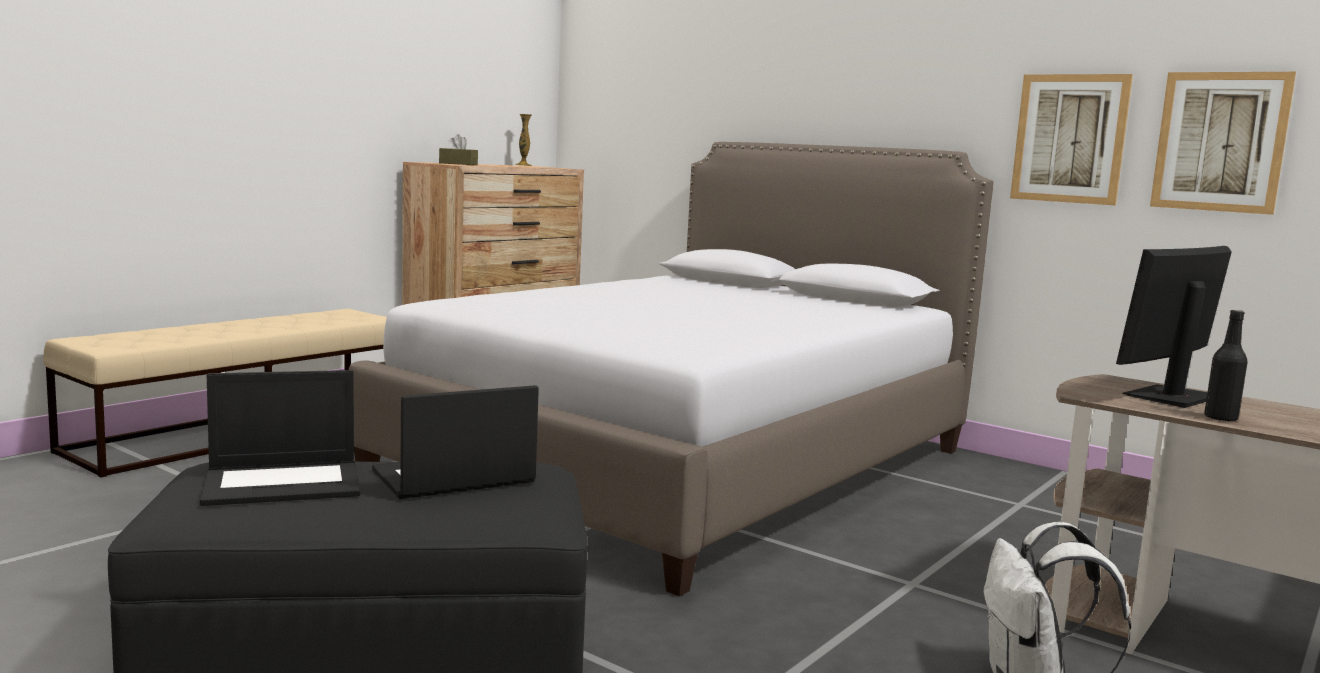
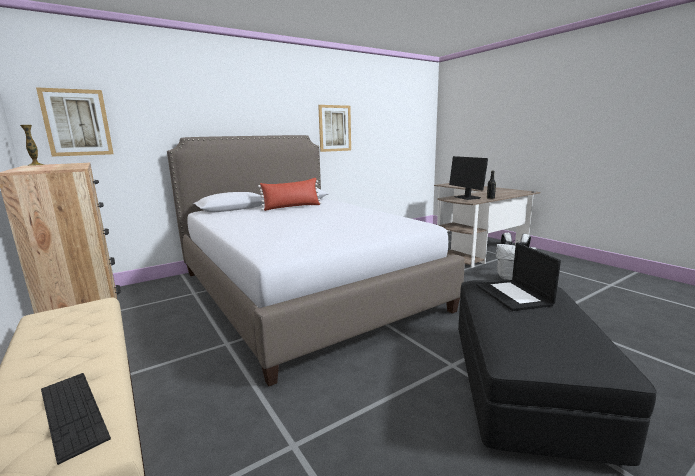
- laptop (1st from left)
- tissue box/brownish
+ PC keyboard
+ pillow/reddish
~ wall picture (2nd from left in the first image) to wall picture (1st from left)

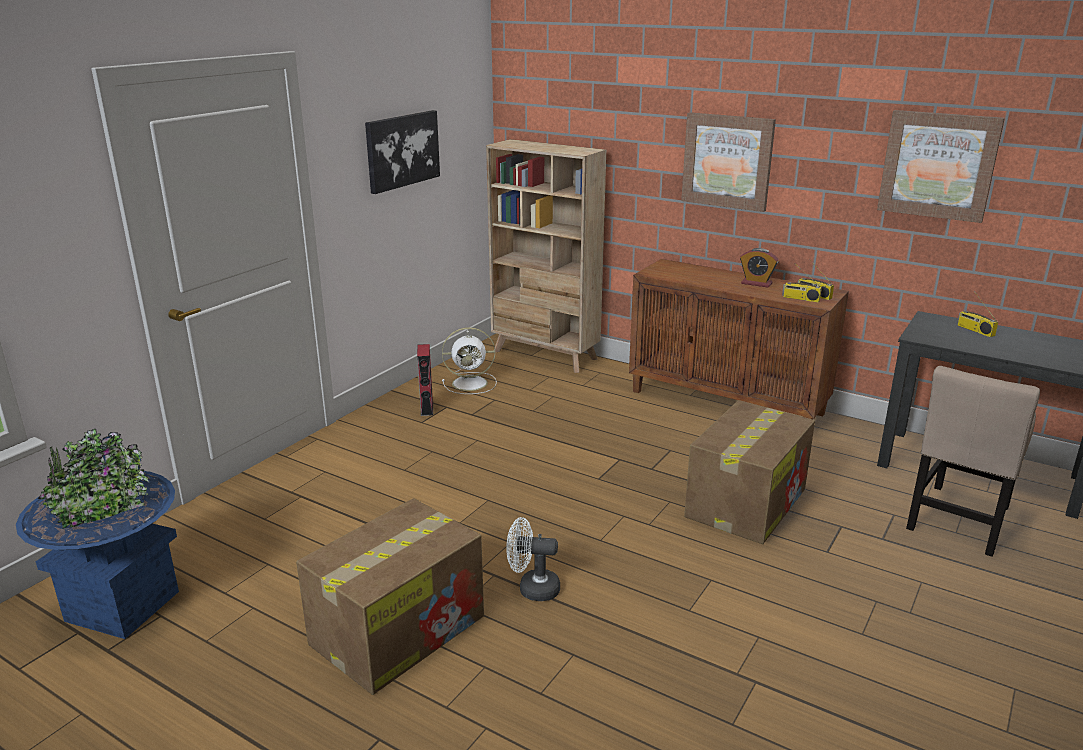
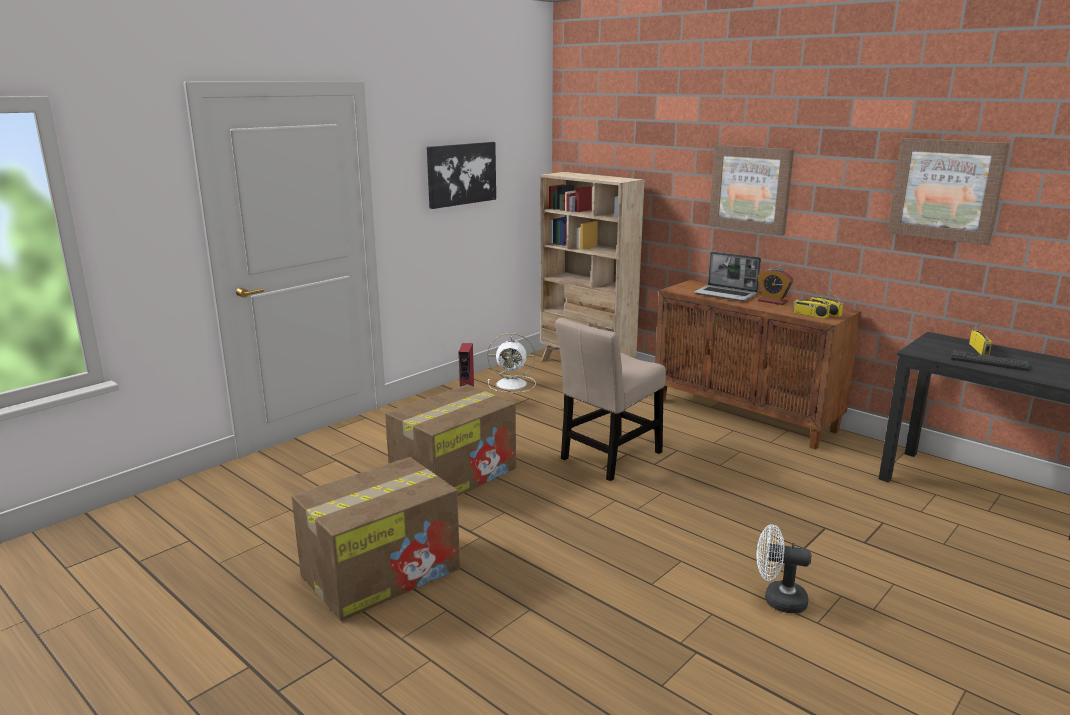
- plant pot/blue-coloured
+ laptop
+ PC keyboard
~ fan/whitish (2nd from left)
~ cardboard box (2nd from left)
~ upright chair/beige-coloured
~ radio set (3rd from left) 150 degrees counterclockwise

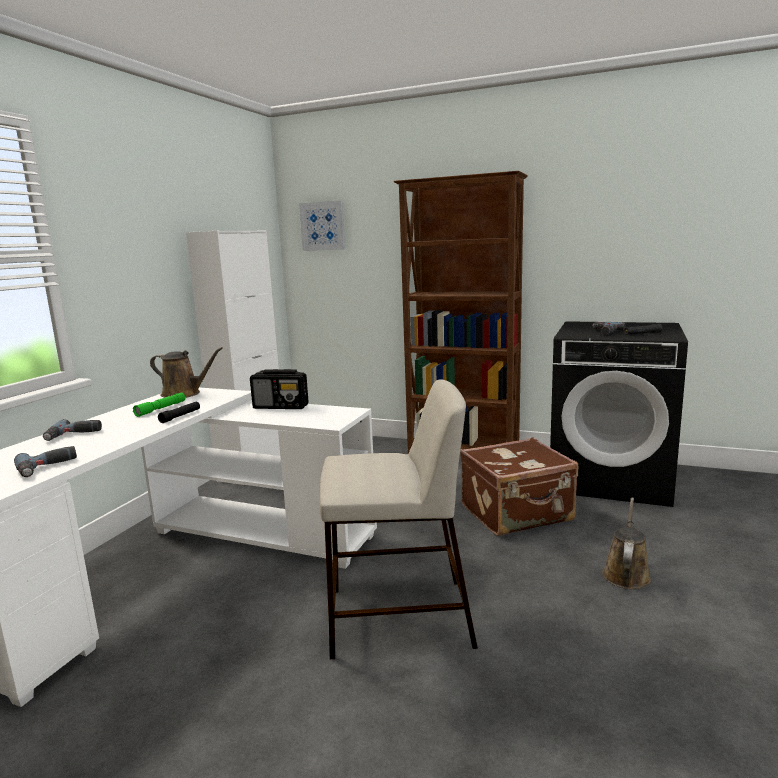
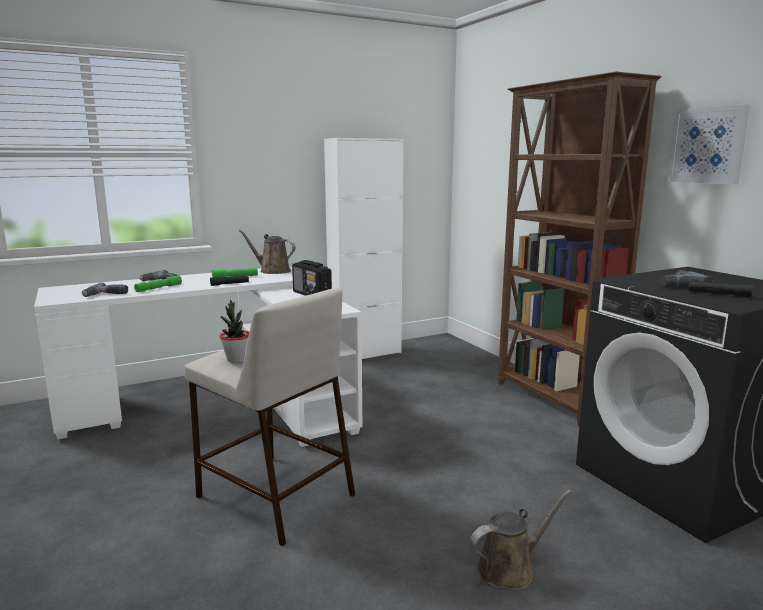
- piece of luggage/brownish
+ torch/green-coloured (1st from left)
+ plant in a pot
~ wall picture
~ sprinkling can/brownish (1st from left) 150 degrees clockwise

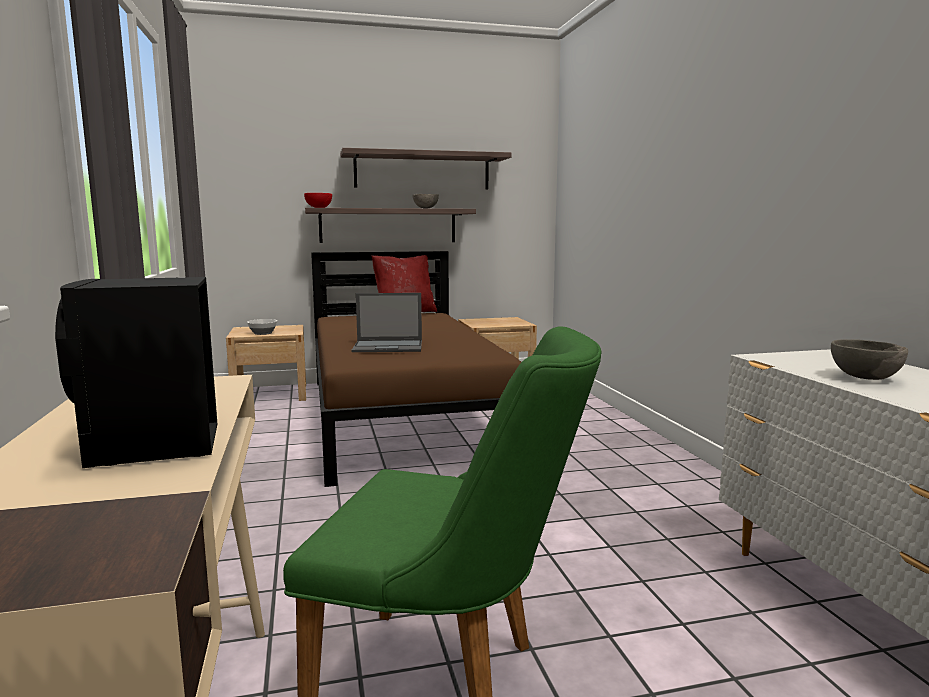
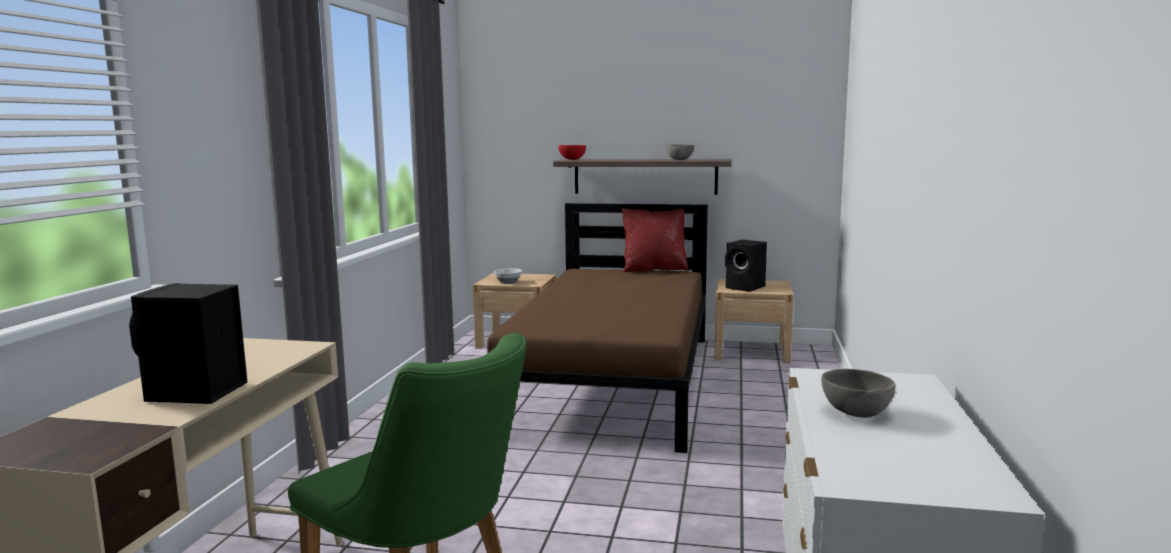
- bracket shelf (2nd from left)
- laptop
+ speaker/blackish (2nd from left)

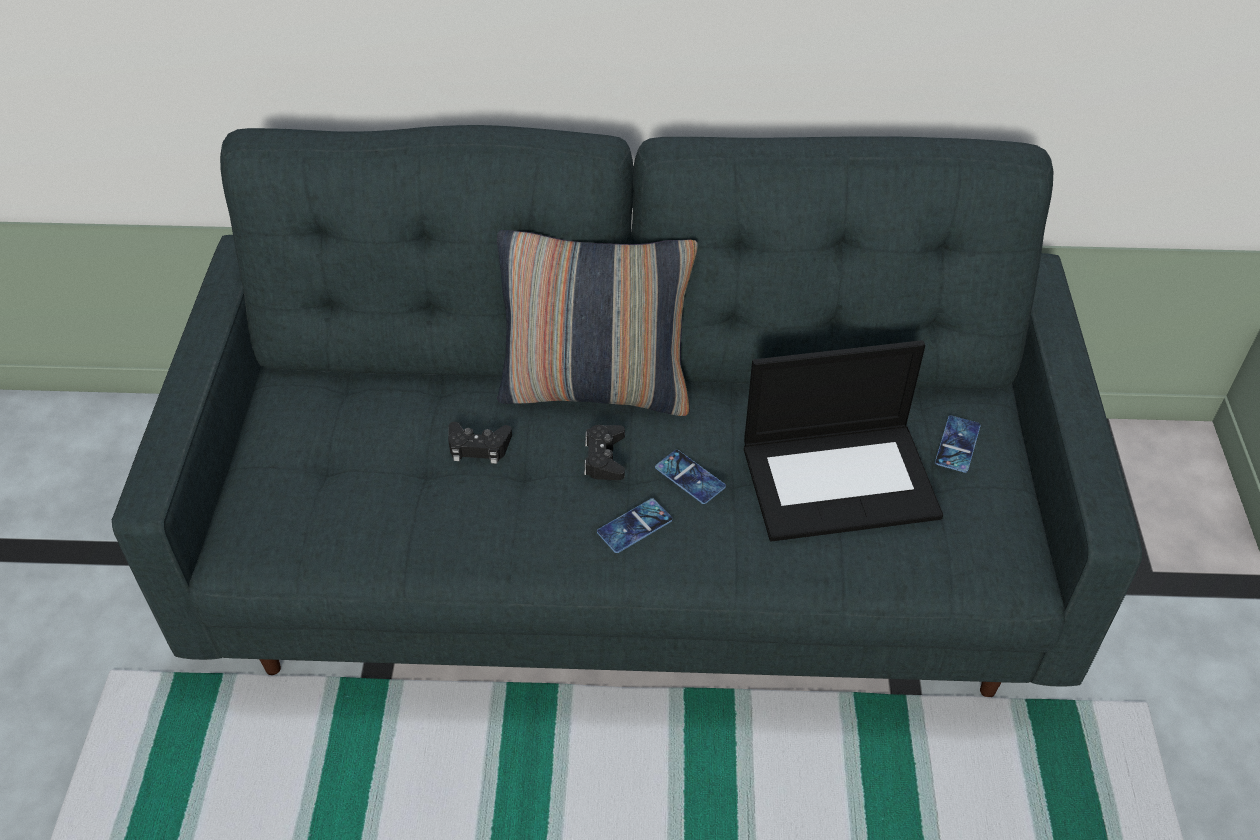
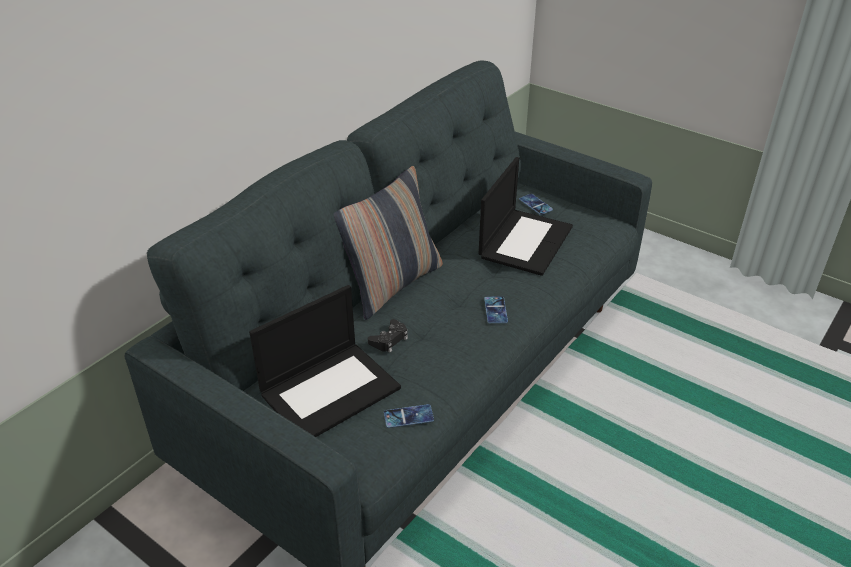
- joypad/blackish (2nd from left)
+ laptop (1st from left)
~ phone (2nd from left in the first image) to phone (1st from left)

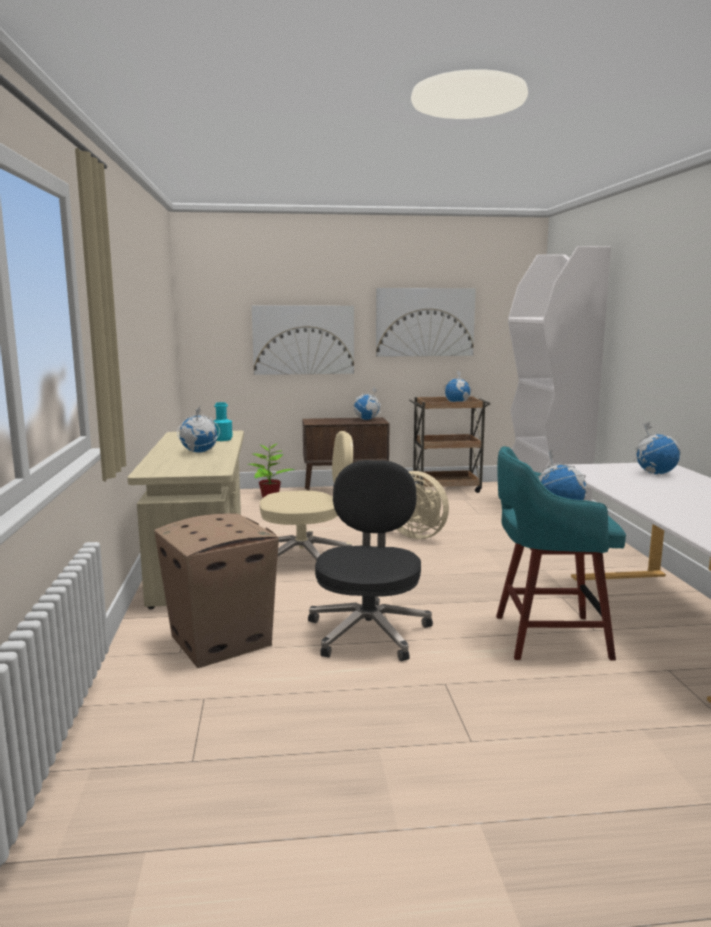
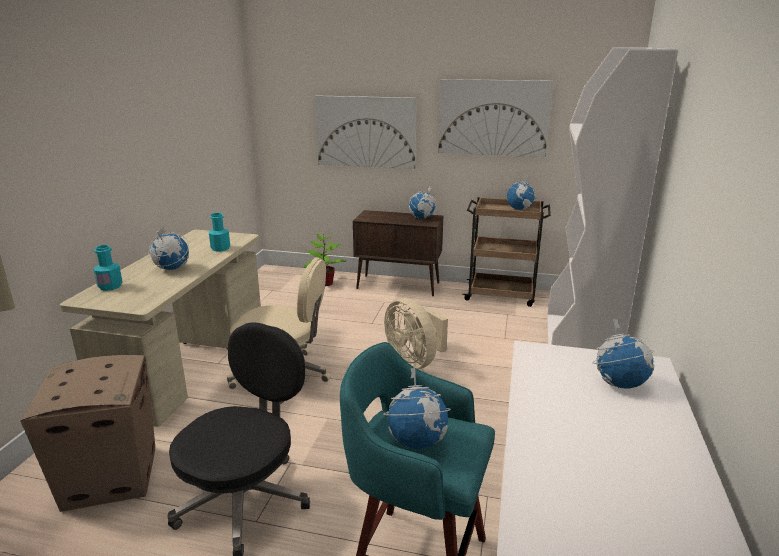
+ beverage bottle/turquoise-coloured (1st from left)

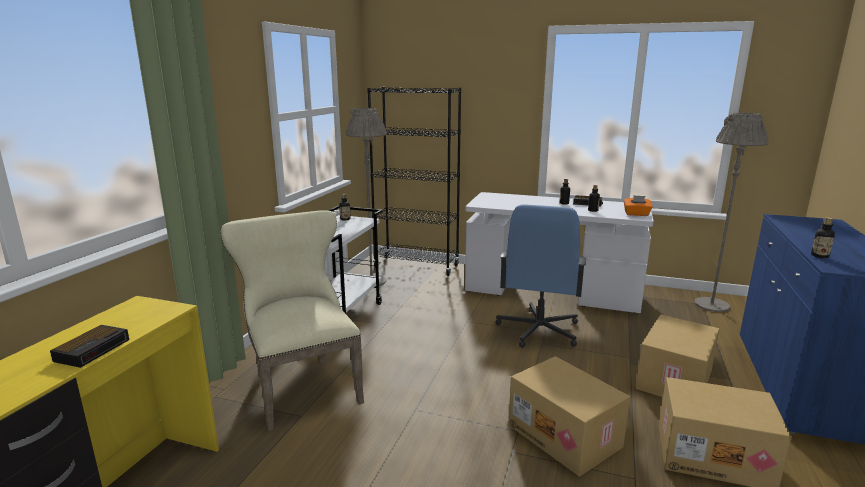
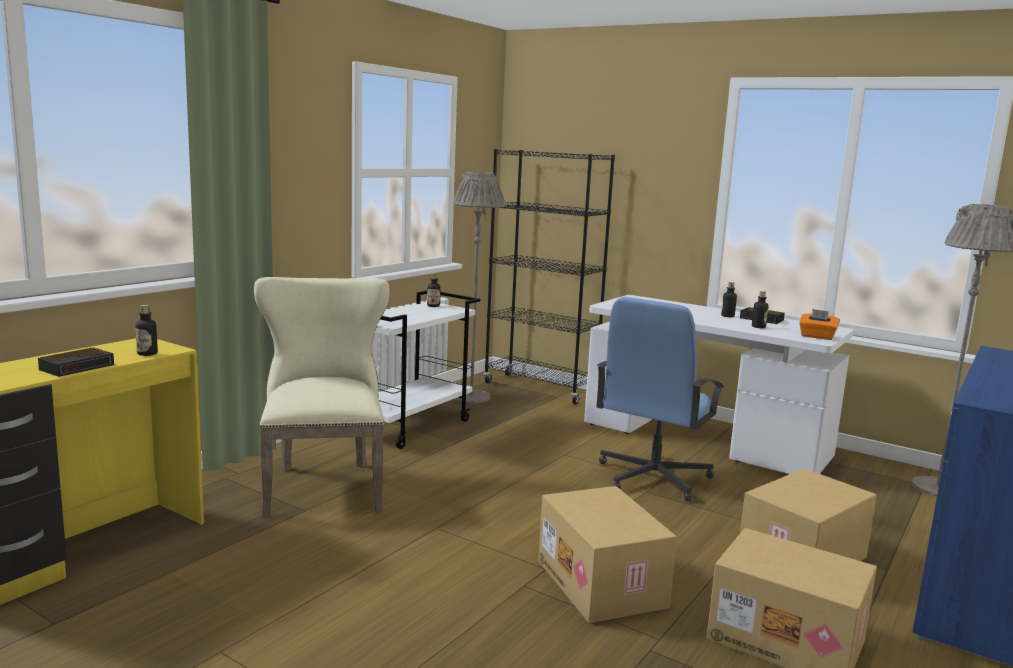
~ beverage bottle (4th from left in the first image) to beverage bottle (1st from left)

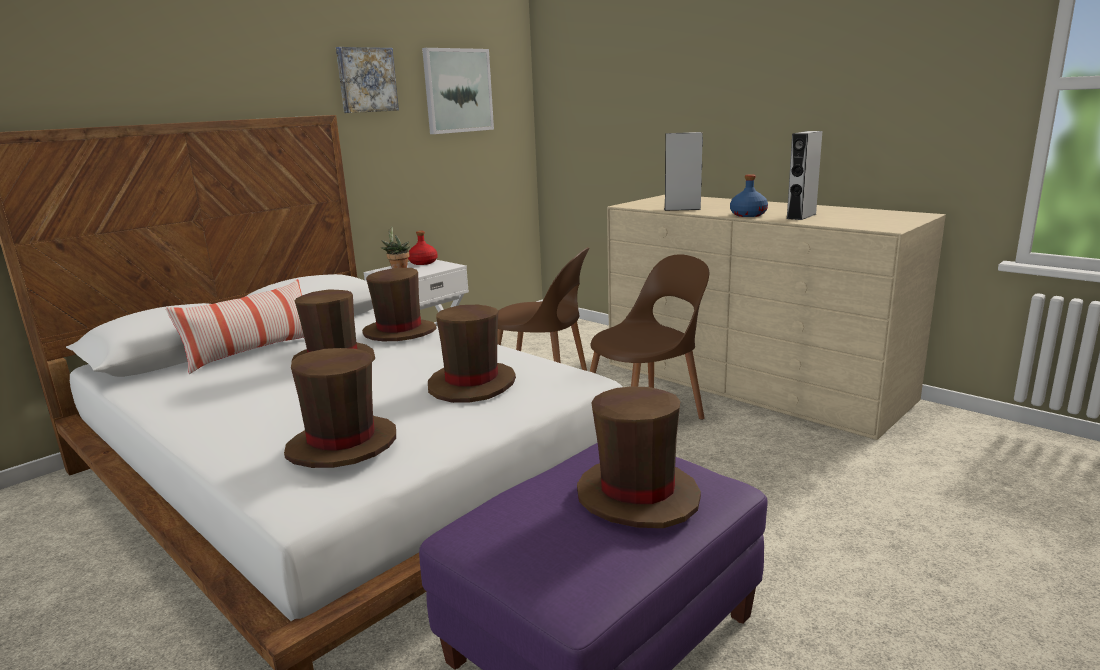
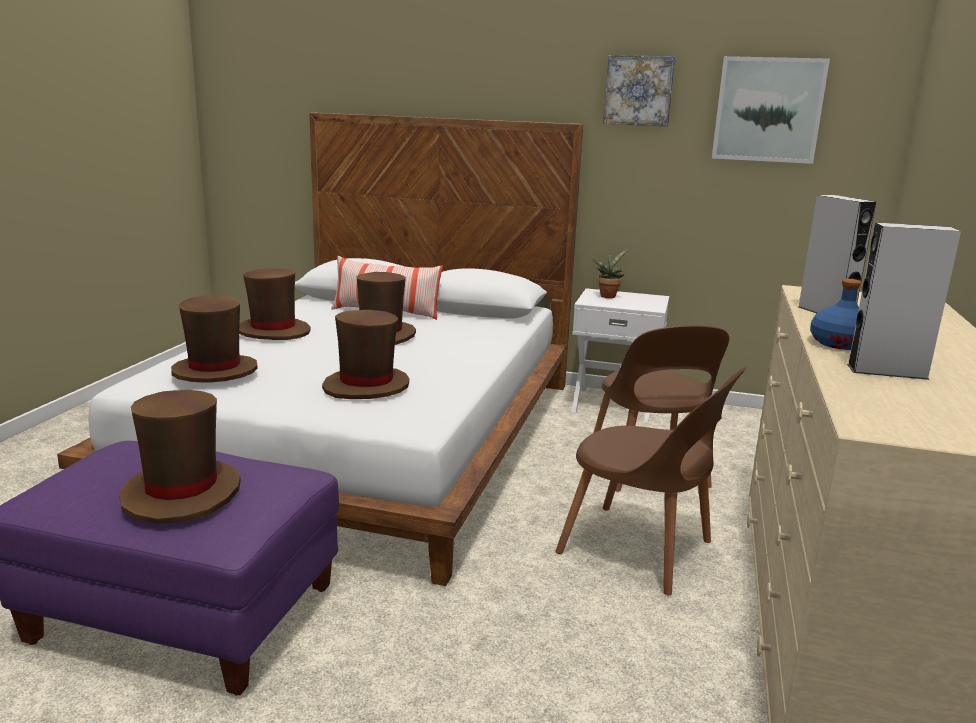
- beverage bottle/reddish
~ clothing hat/brownish (3rd from left)

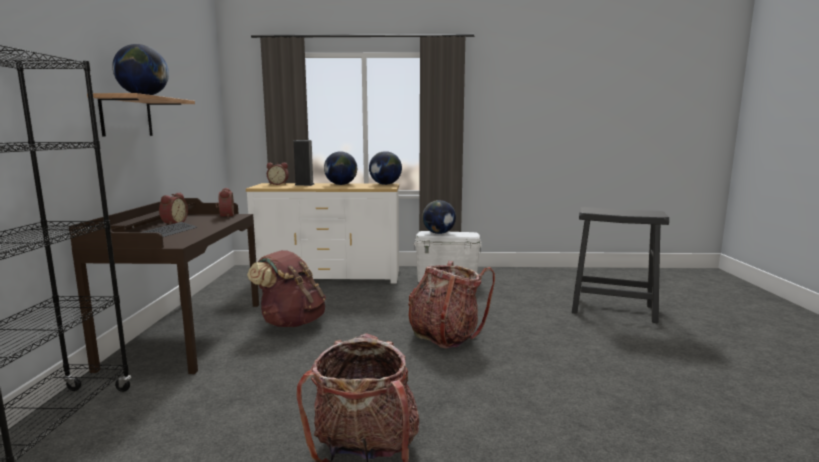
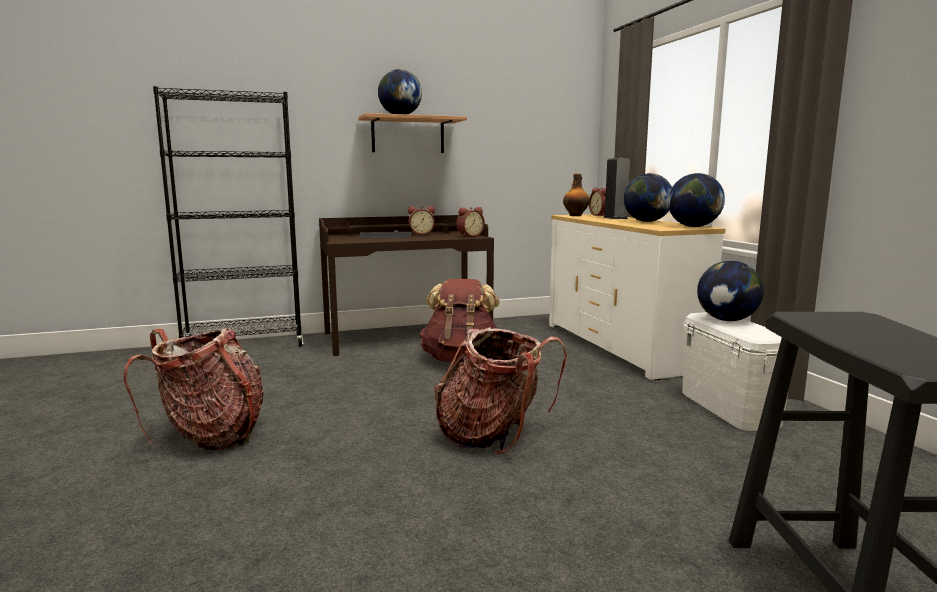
+ beverage bottle

